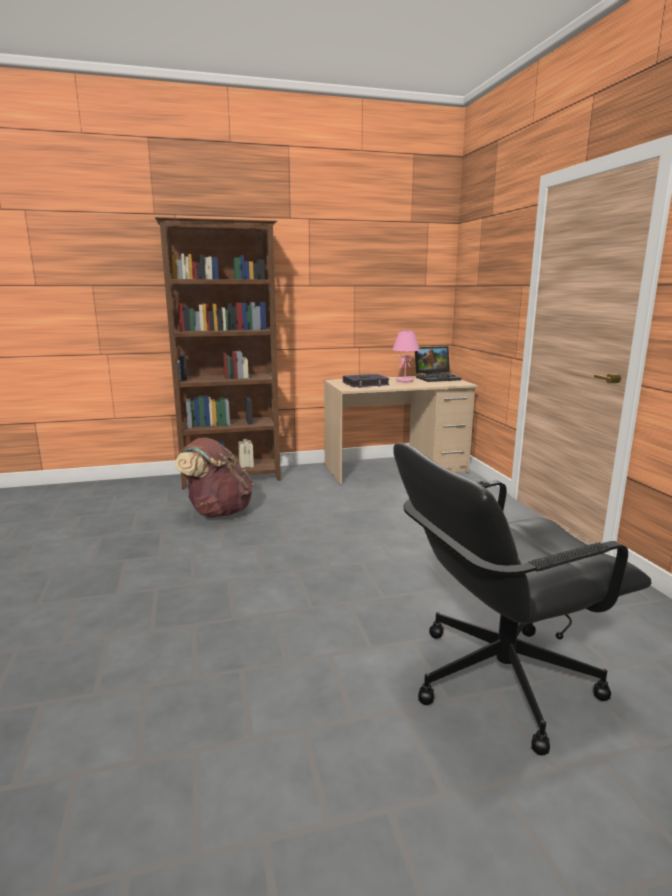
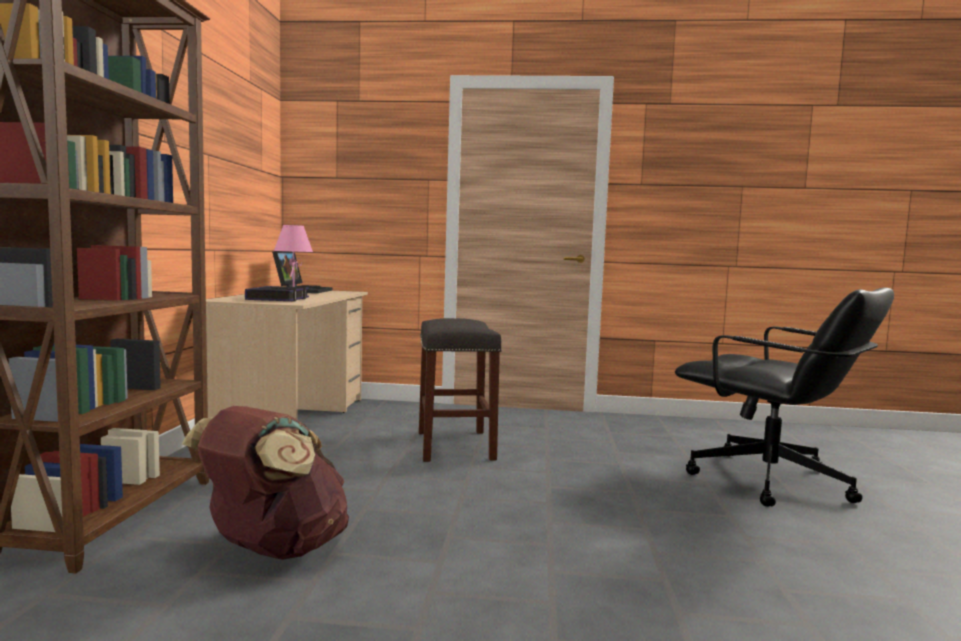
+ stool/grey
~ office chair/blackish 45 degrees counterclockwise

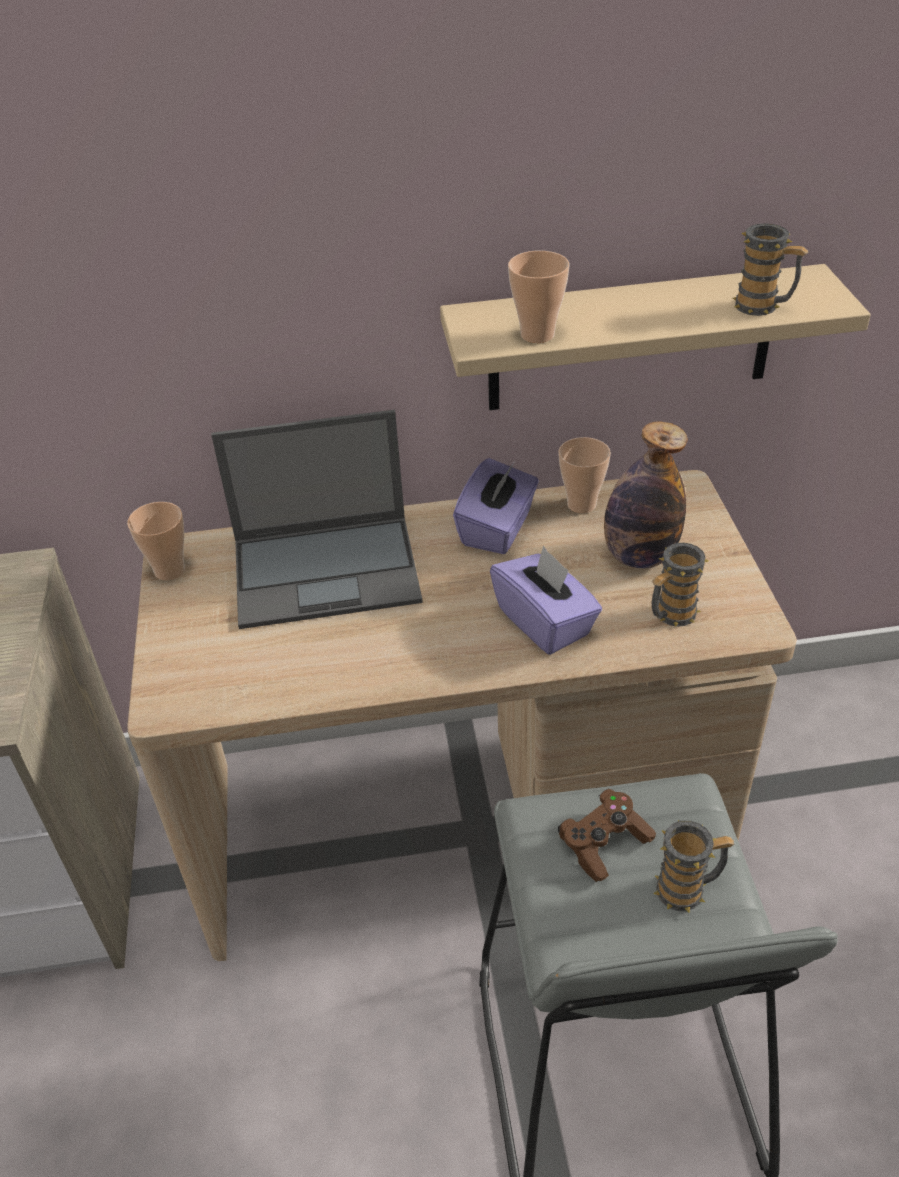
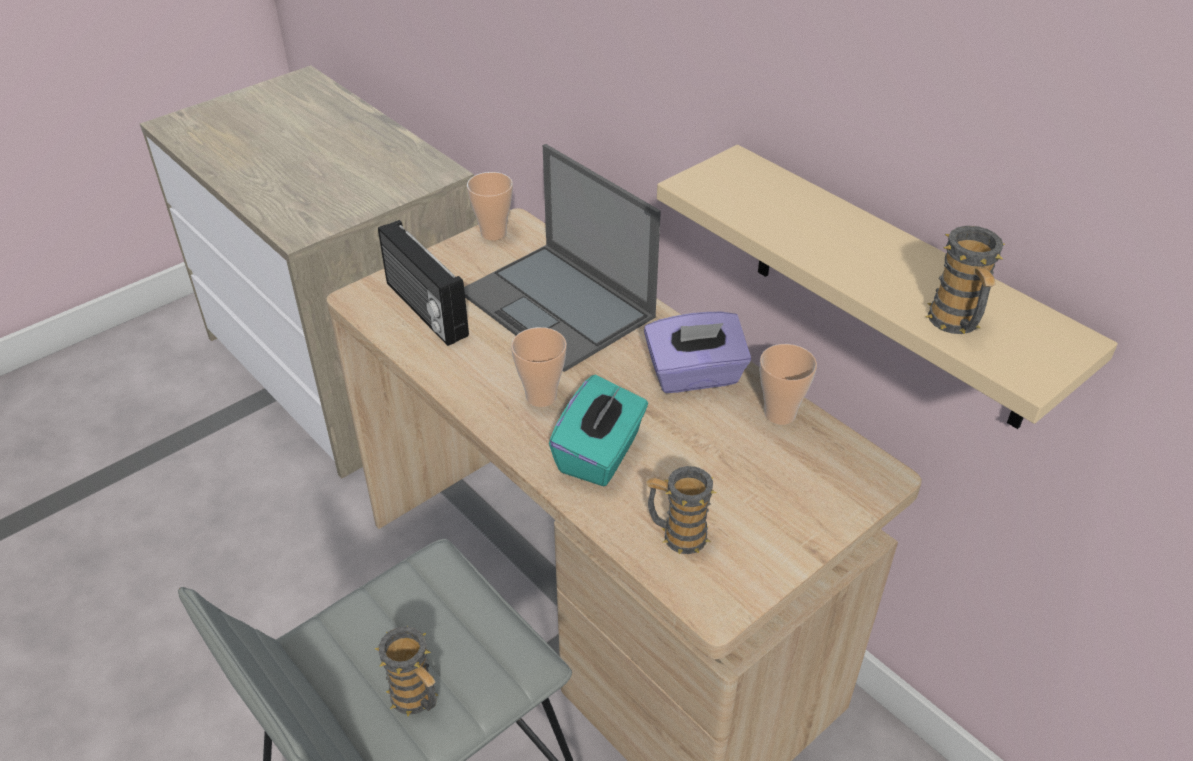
- joypad/brownish
- beverage bottle
+ radio set
~ cup (2nd from left)
~ tissue box/purplish (2nd from left) to tissue box/turquoise-coloured

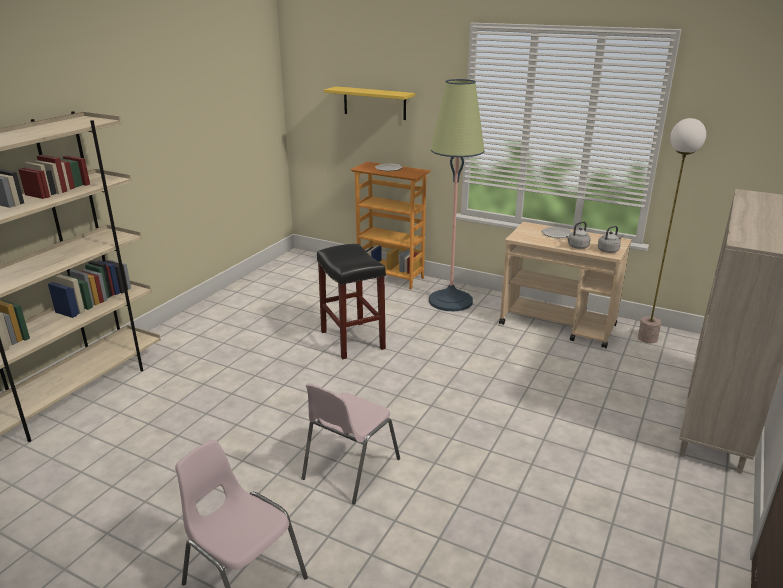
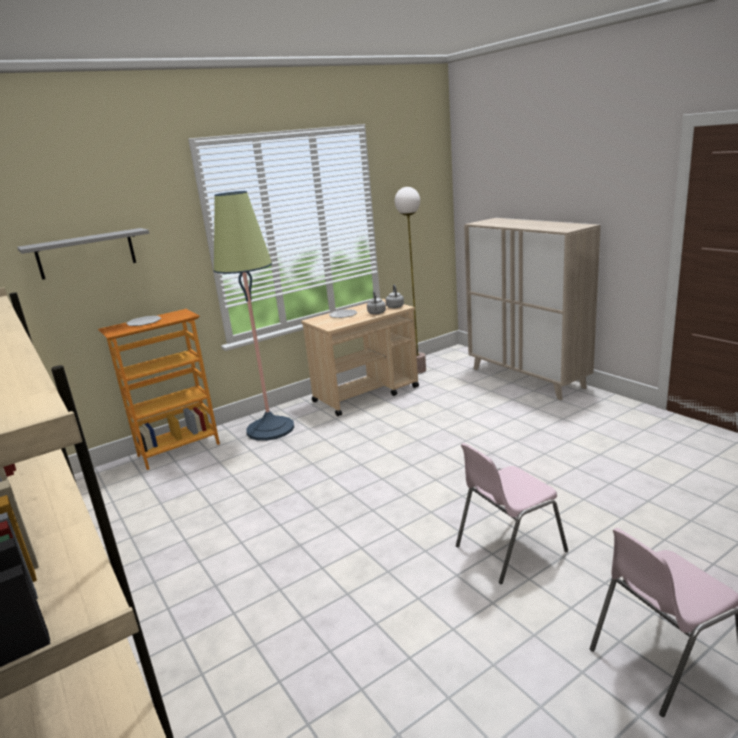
- stool/blackish
~ bracket shelf/yellow to bracket shelf/grey
~ upright chair/pink (2nd from left in the first image) 90 degrees clockwise

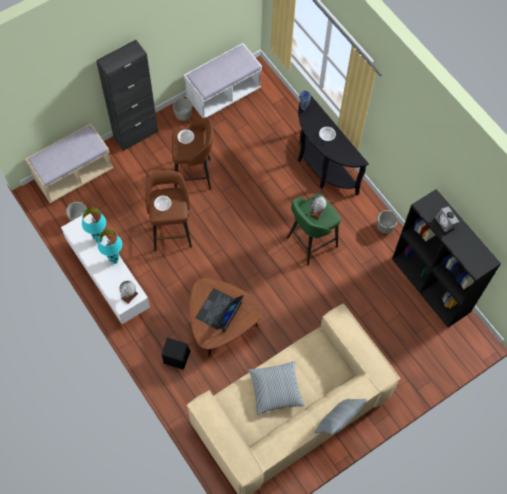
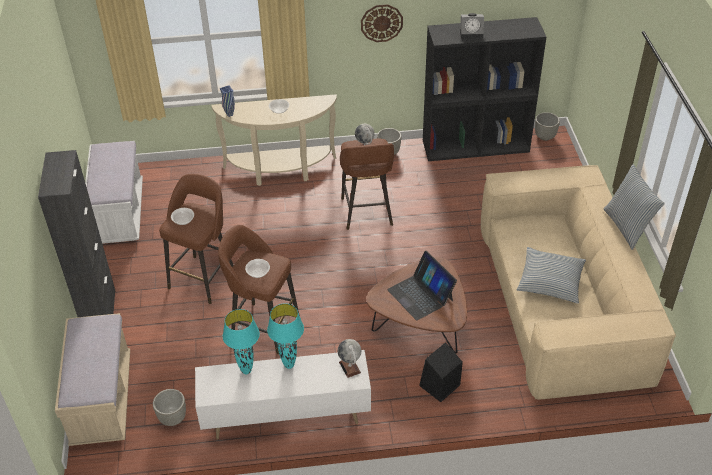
+ wall clock
~ plant pot/grey (2nd from left in the first image) to plant pot/grey (3rd from left)
~ stool/green-coloured to stool/brownish (3rd from left)
~ narrow table/blackish to narrow table/beige-coloured

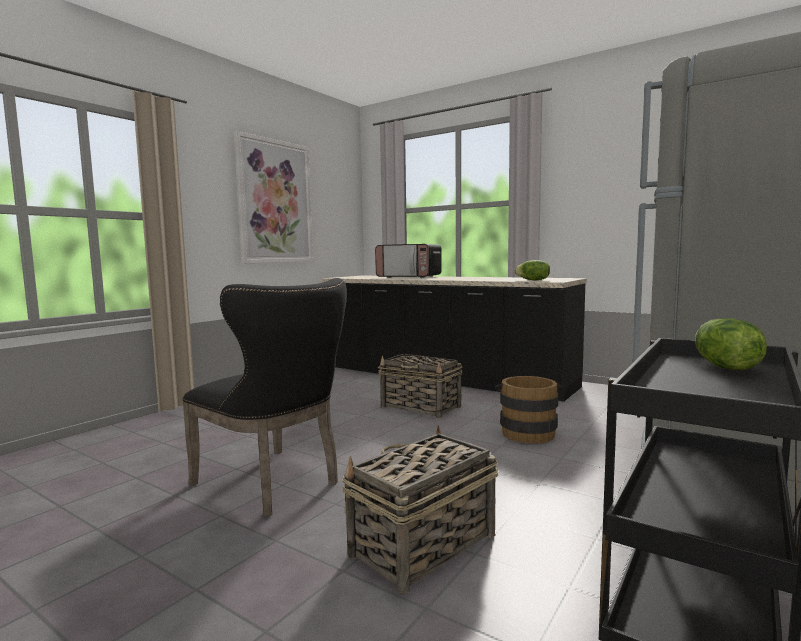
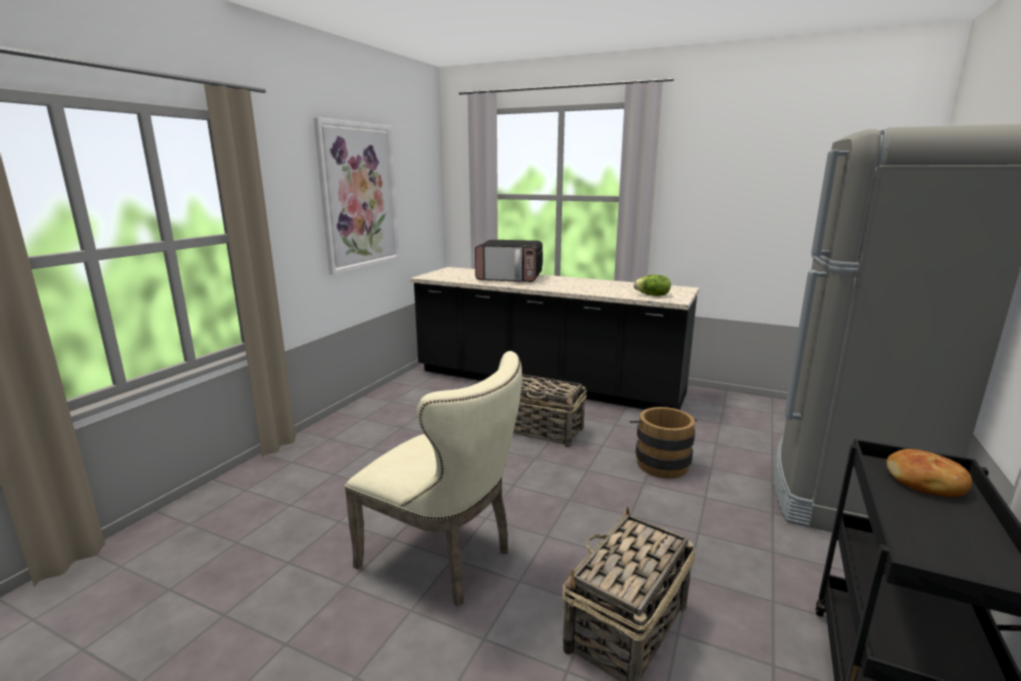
~ lettuce (2nd from left) to bakery bread
~ upright chair/blackish to upright chair/beige-coloured

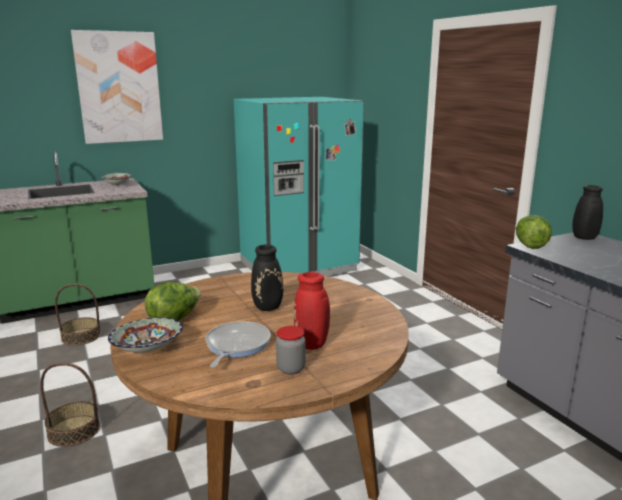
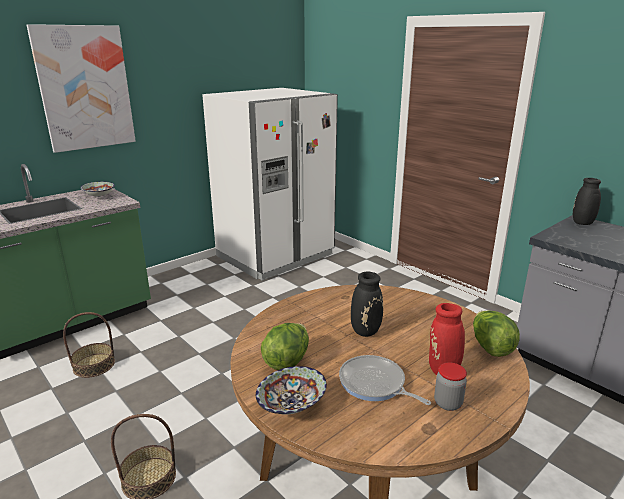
~ lettuce (2nd from left)
~ fridge/turquoise-coloured to fridge/whitish
~ skillet 45 degrees counterclockwise

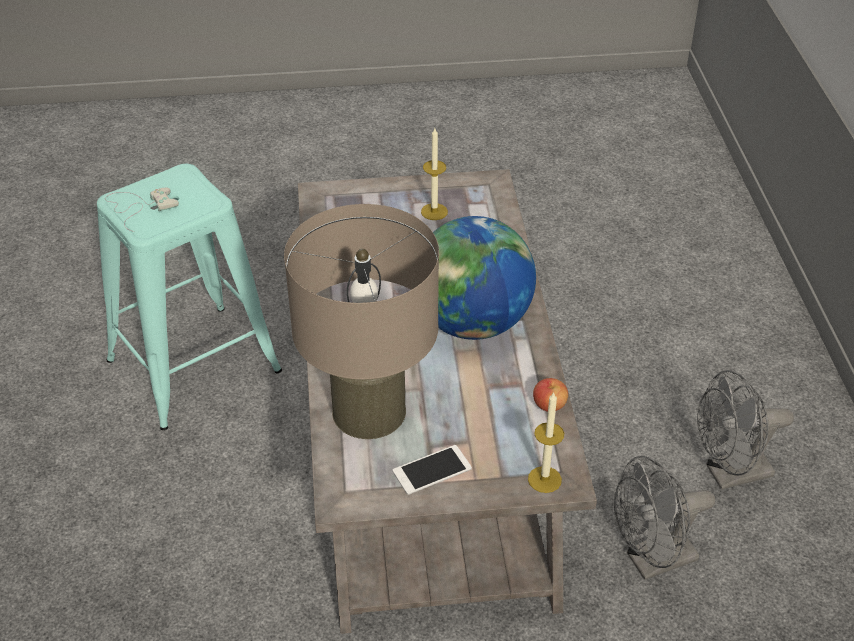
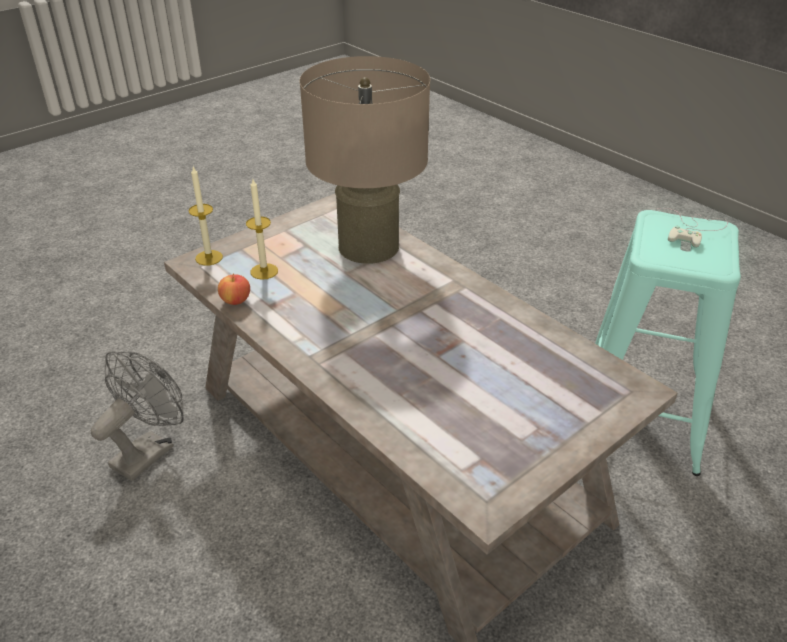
- phone
- globe
- fan/grey (2nd from left)
~ wax candle (1st from left in the first image) to wax candle (2nd from left)

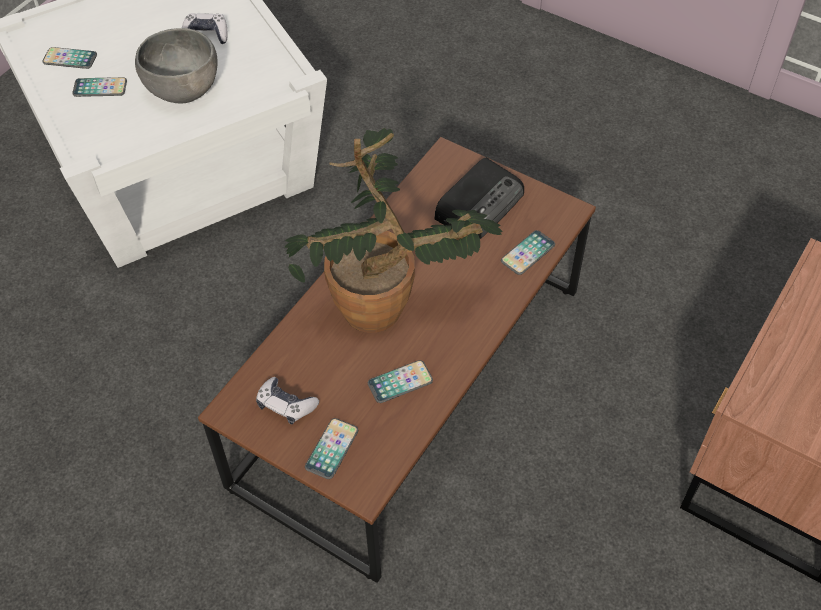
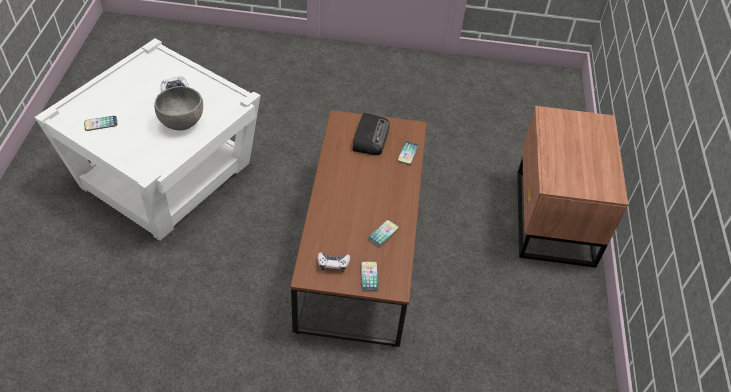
- phone (2nd from left)
- plant in a pot

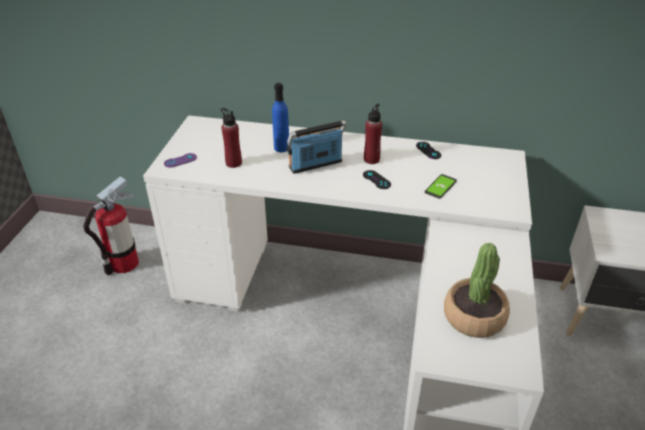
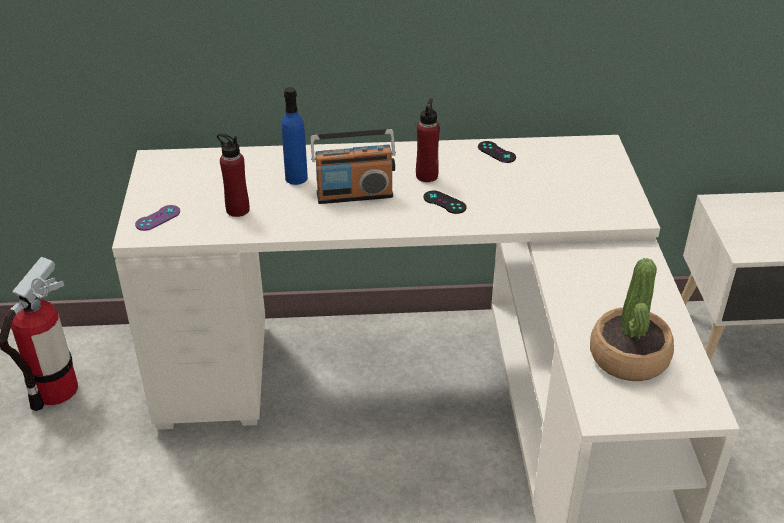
- phone
~ radio set 150 degrees counterclockwise

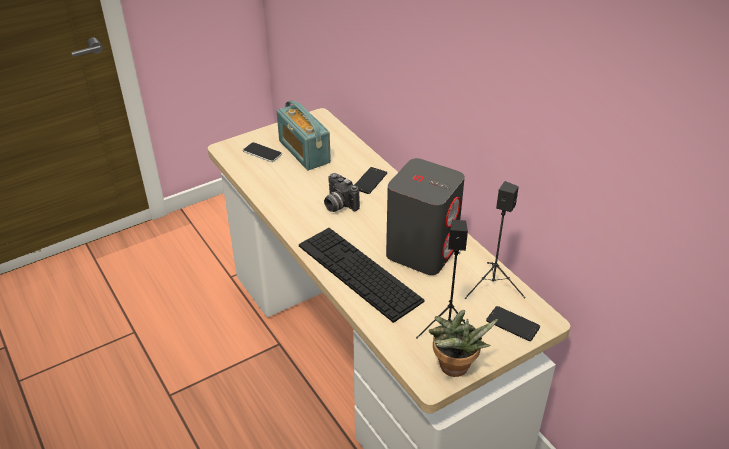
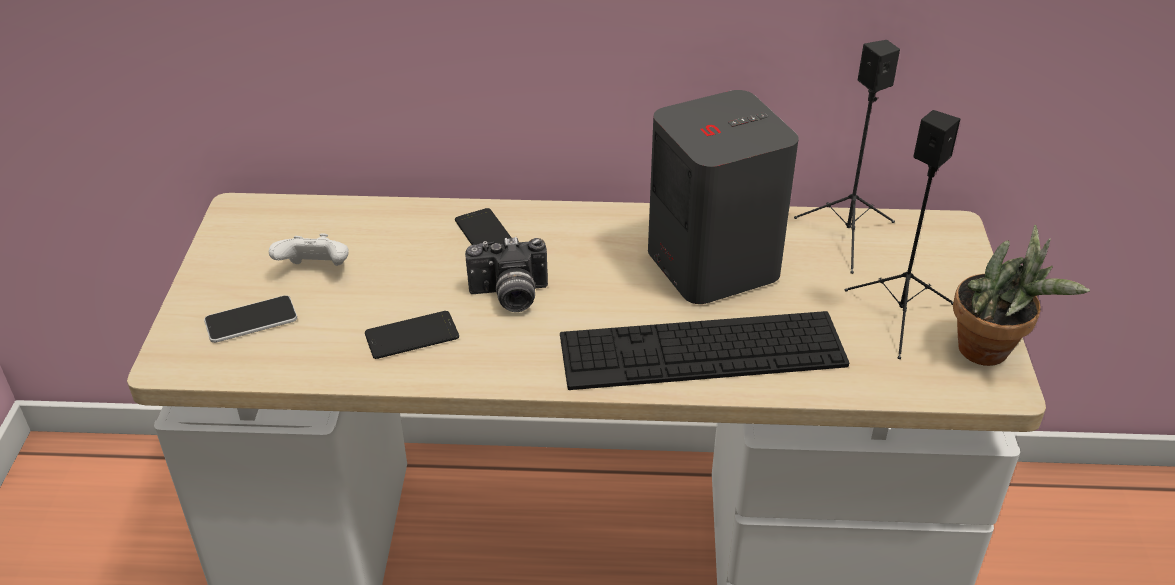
~ phone (3rd from left in the first image) to phone (2nd from left)
~ radio set to joypad/whitish

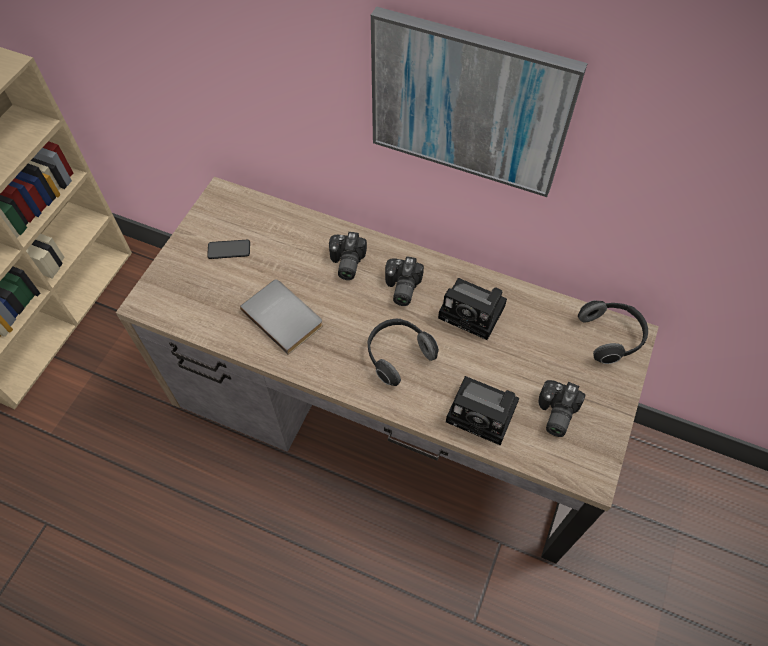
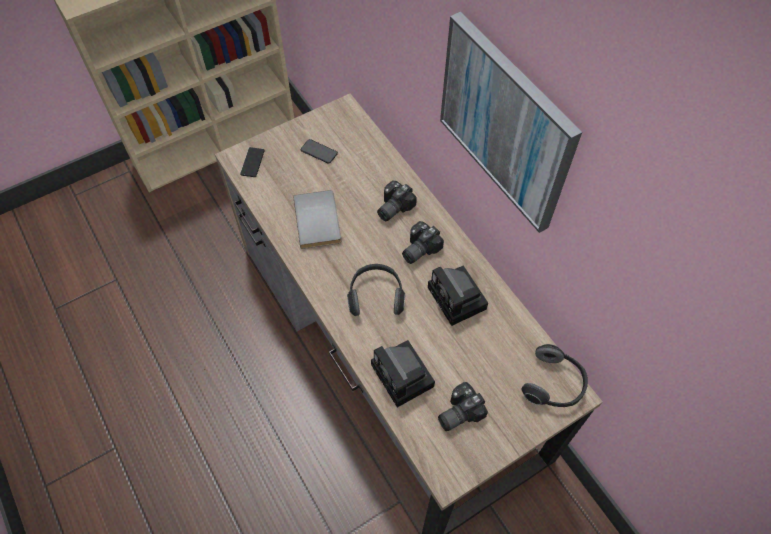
+ phone (1st from left)

